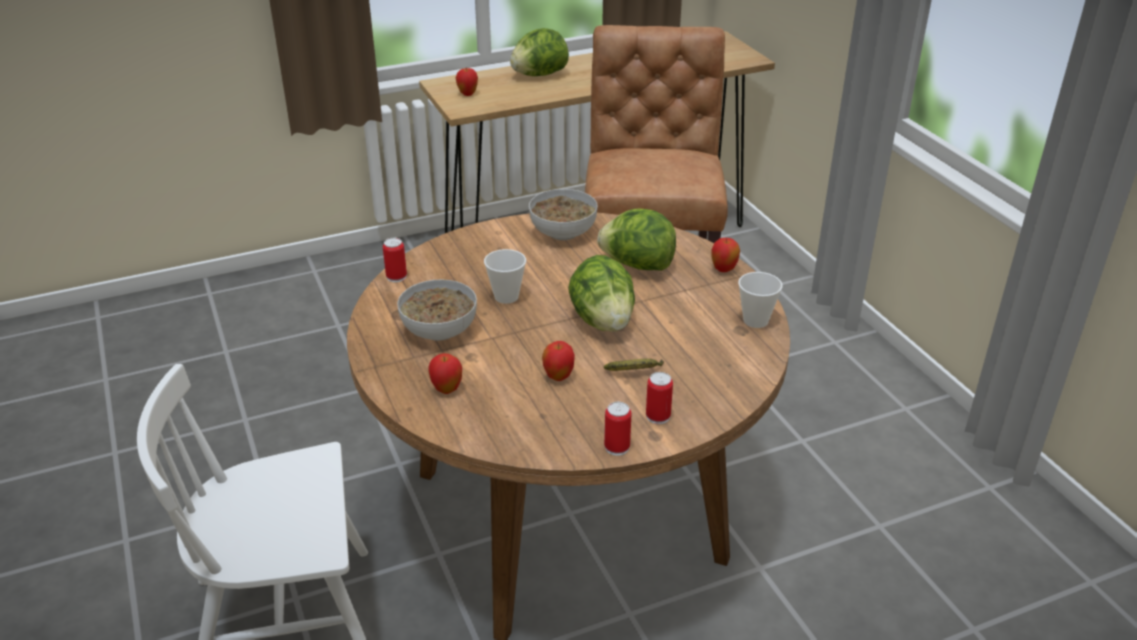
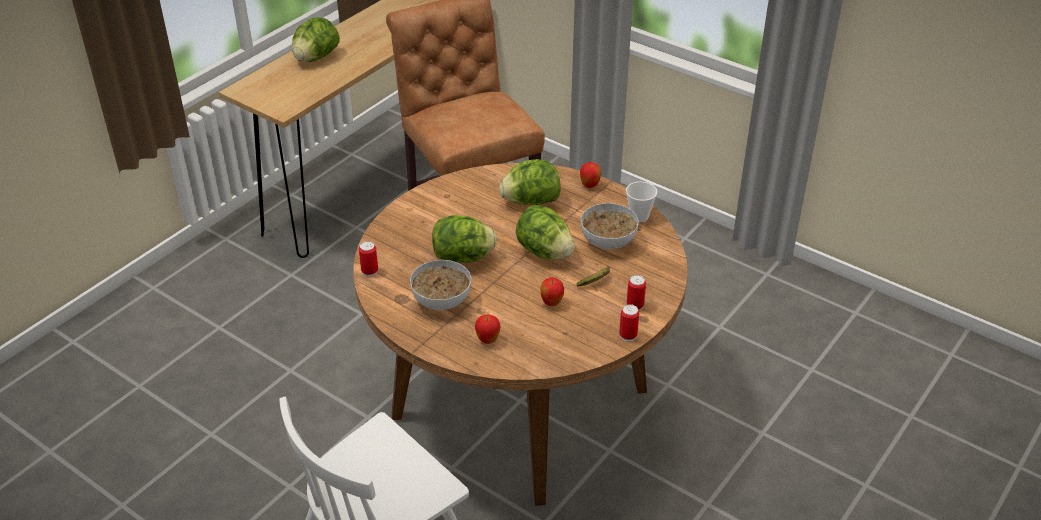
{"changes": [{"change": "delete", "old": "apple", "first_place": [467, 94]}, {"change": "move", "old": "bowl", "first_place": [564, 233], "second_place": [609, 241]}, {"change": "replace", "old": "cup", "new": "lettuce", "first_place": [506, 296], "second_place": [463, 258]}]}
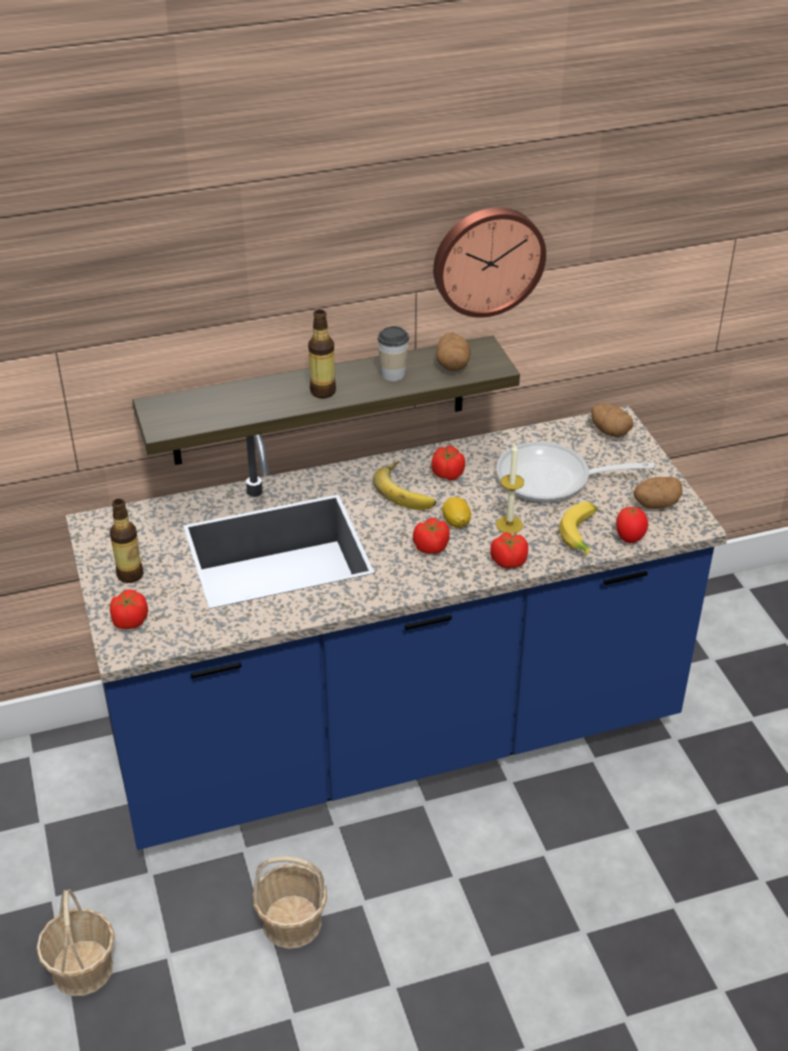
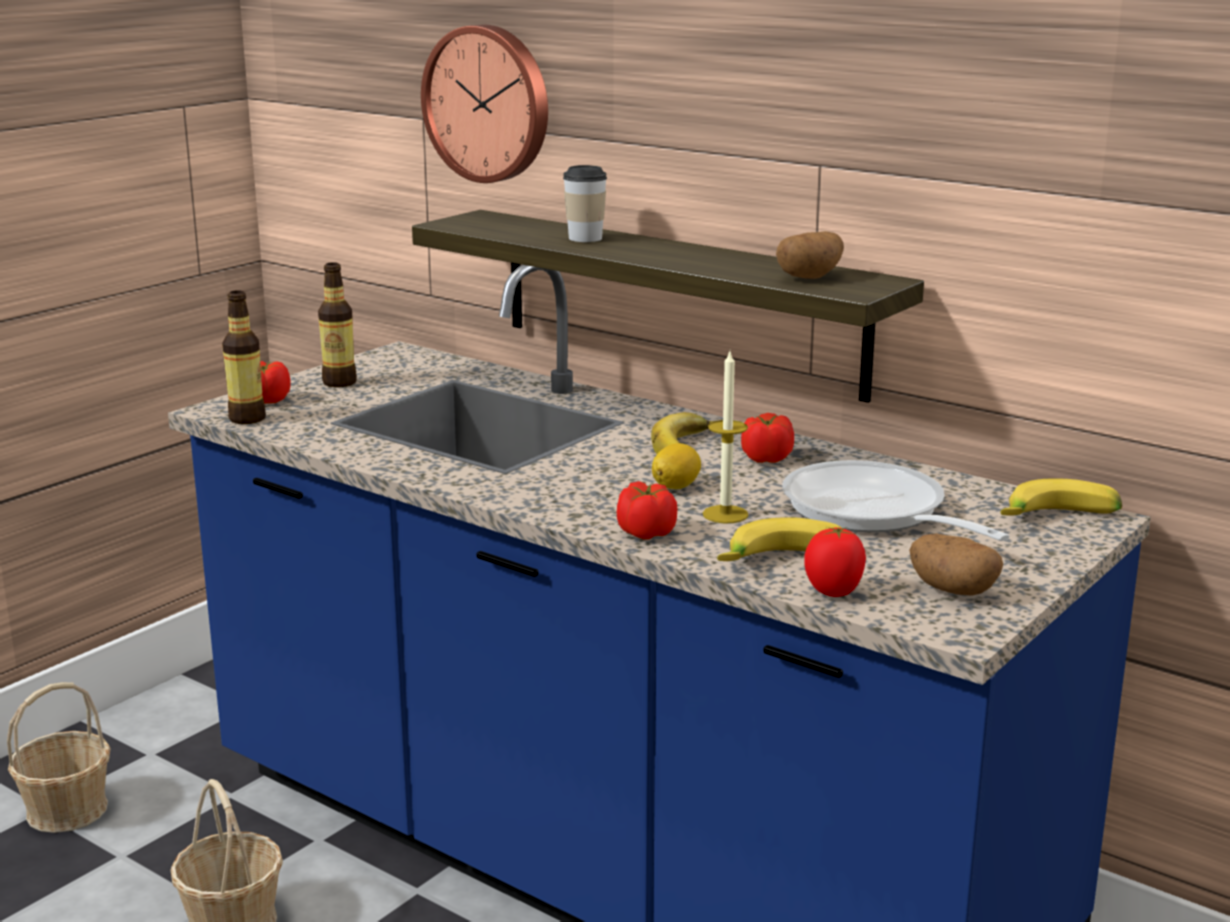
{"changes": [{"change": "delete", "old": "tomato", "first_place": [431, 547]}, {"change": "move", "old": "bottle", "first_place": [323, 391], "second_place": [247, 419]}, {"change": "move", "old": "cup", "first_place": [393, 374], "second_place": [585, 238]}, {"change": "move", "old": "wall clock", "first_place": [487, 260], "second_place": [489, 103]}, {"change": "replace", "old": "potato", "new": "banana", "first_place": [609, 431], "second_place": [1059, 519]}]}
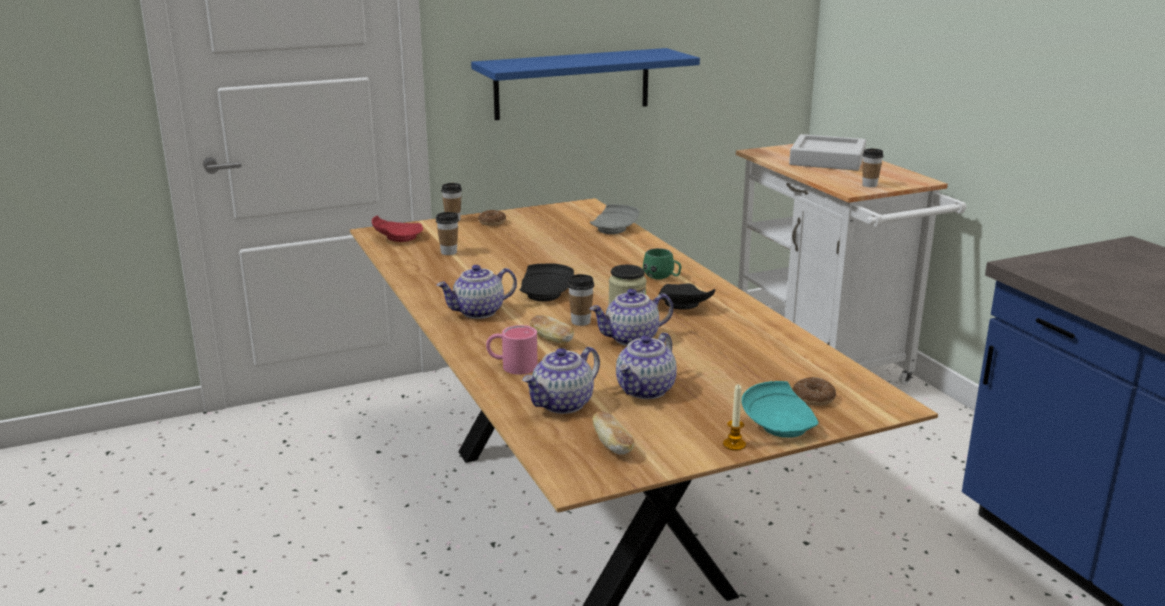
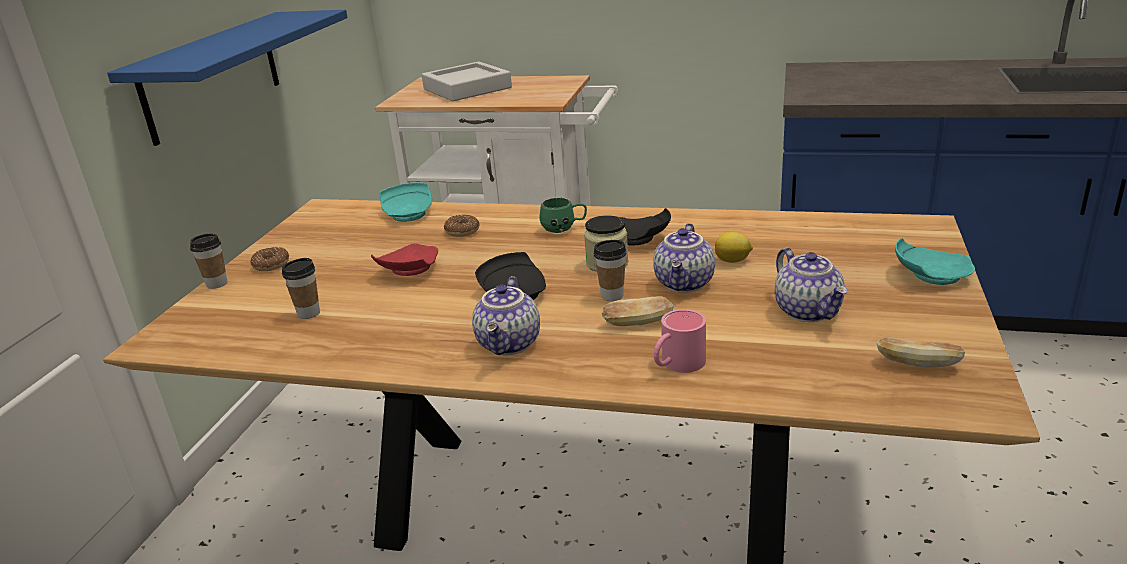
{"changes": [{"change": "delete", "old": "teapot", "first_place": [563, 404]}, {"change": "delete", "old": "candle", "first_place": [734, 445]}, {"change": "delete", "old": "cup", "first_place": [869, 185]}, {"change": "insert", "new": "lemon", "second_place": [733, 261]}, {"change": "move", "old": "red plate", "first_place": [397, 238], "second_place": [408, 270]}, {"change": "move", "old": "donut", "first_place": [813, 398], "second_place": [462, 231]}, {"change": "recolor", "old": "grey plate", "new": "turquoise plate", "first_place": [614, 229], "second_place": [409, 213]}]}
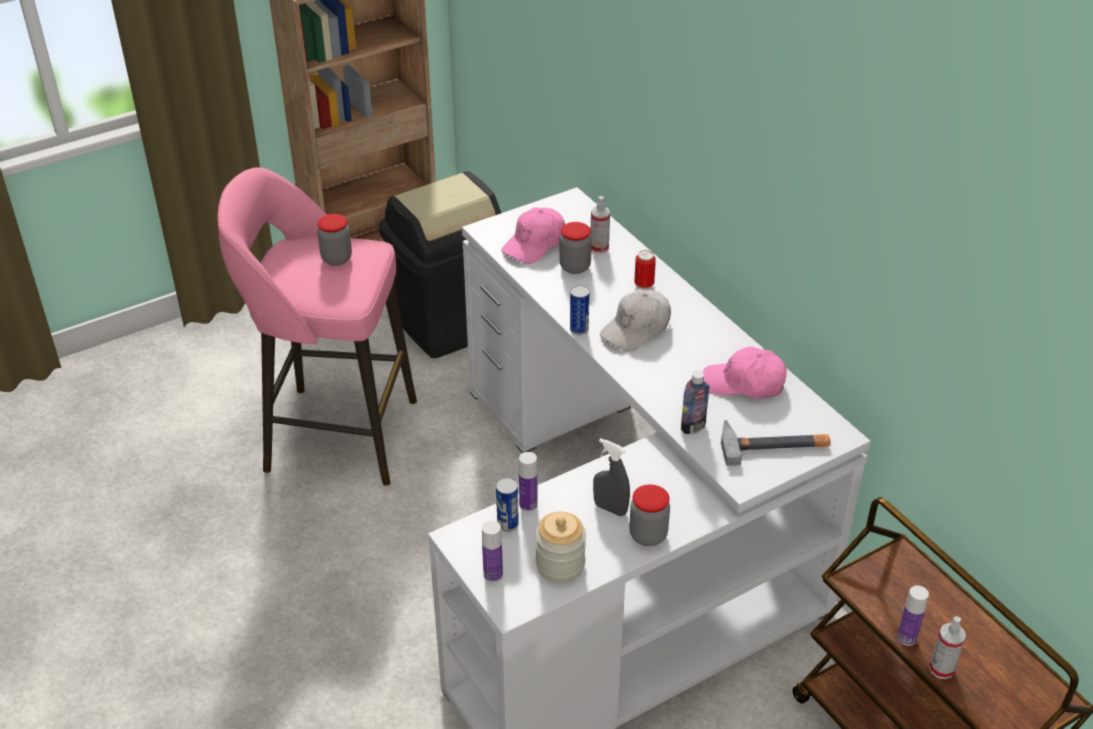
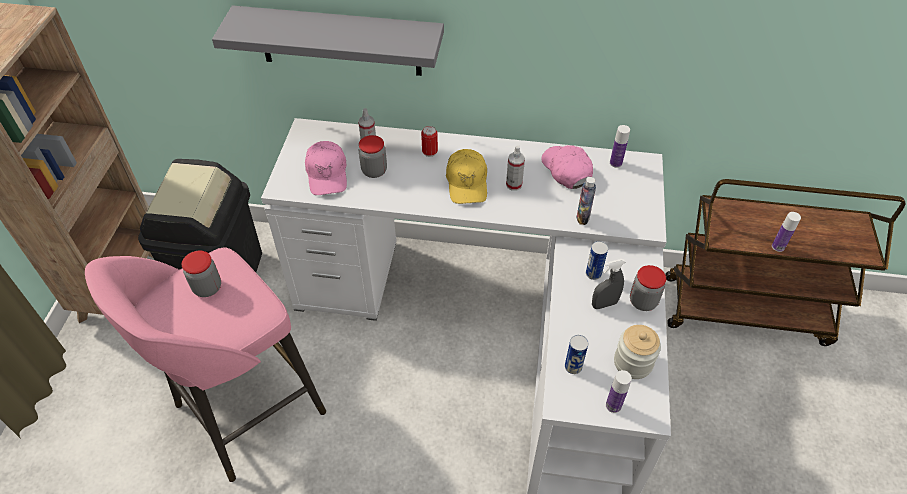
{"changes": [{"change": "delete", "old": "hammer", "first_place": [774, 444]}, {"change": "insert", "new": "grey shelf", "second_place": [340, 41]}, {"change": "move", "old": "bottle", "first_place": [528, 505], "second_place": [615, 163]}, {"change": "move", "old": "can", "first_place": [579, 329], "second_place": [593, 274]}, {"change": "move", "old": "spray bottle", "first_place": [941, 669], "second_place": [514, 185]}, {"change": "recolor", "old": "white cap", "new": "yellow cap", "first_place": [636, 329], "second_place": [467, 183]}, {"change": "rotate", "old": "pink cap", "first_place": [744, 383], "second_place": [566, 170], "degrees": 105}]}
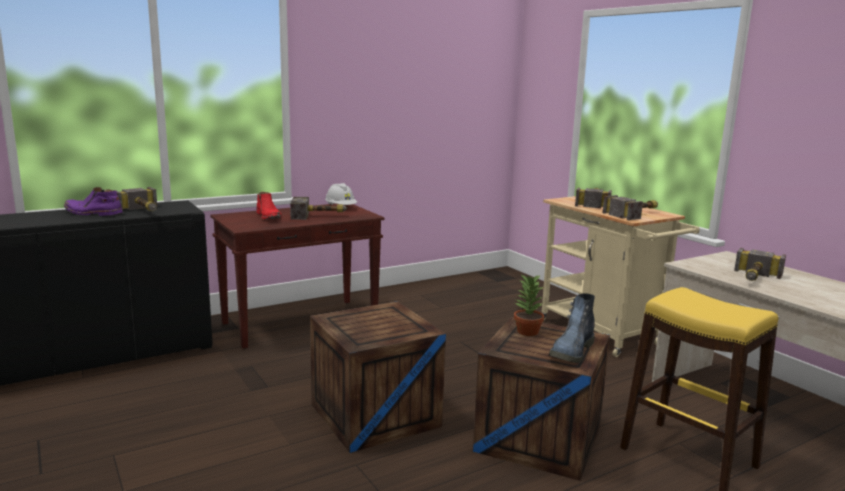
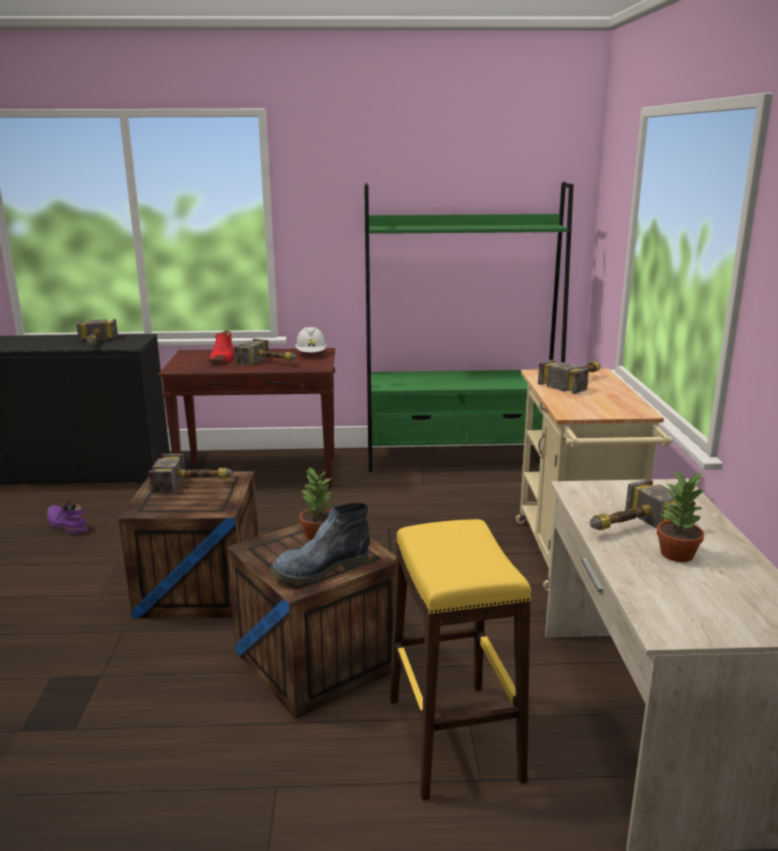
{"changes": [{"change": "insert", "new": "green bookcase", "second_place": [461, 458]}, {"change": "insert", "new": "potted plant", "second_place": [677, 554]}, {"change": "move", "old": "purple boot", "first_place": [92, 213], "second_place": [66, 525]}, {"change": "move", "old": "hammer", "first_place": [636, 214], "second_place": [196, 483]}]}
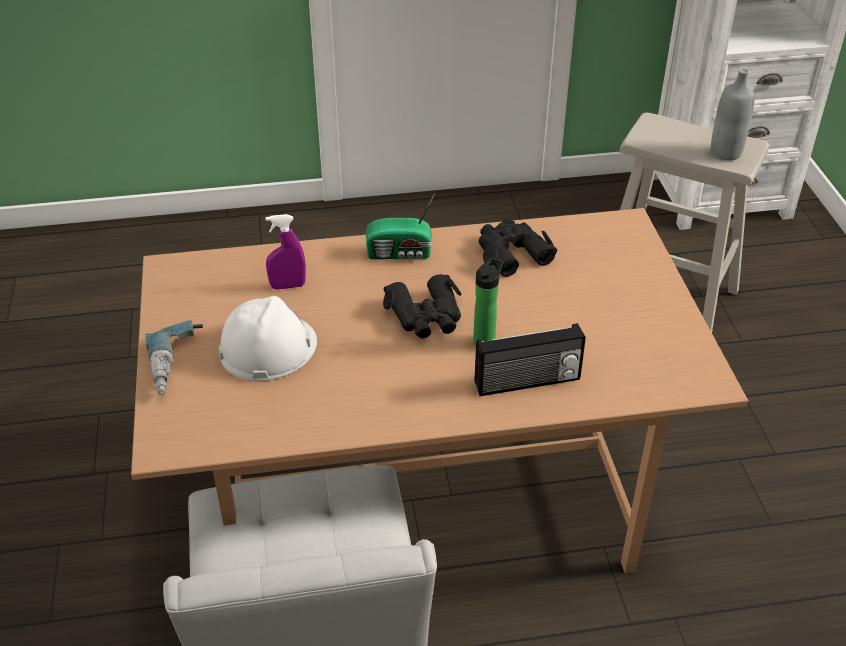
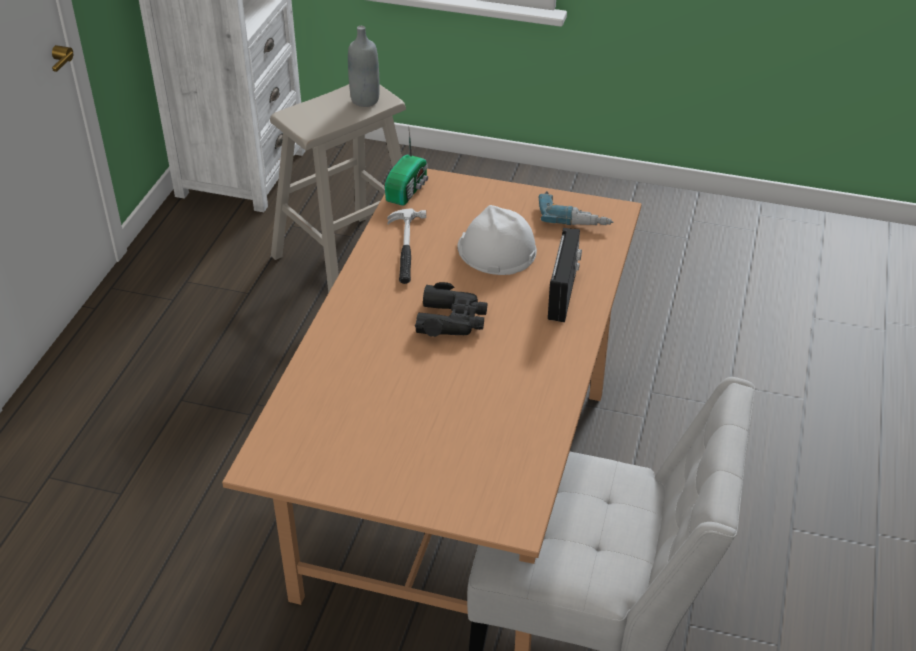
{"changes": [{"change": "delete", "old": "purple spray bottle", "first_place": [288, 286]}, {"change": "delete", "old": "bottle", "first_place": [485, 340]}, {"change": "move", "old": "power drill", "first_place": [179, 365], "second_place": [574, 216]}, {"change": "move", "old": "white hard hat", "first_place": [267, 347], "second_place": [496, 249]}, {"change": "move", "old": "radio", "first_place": [401, 253], "second_place": [408, 189]}, {"change": "replace", "old": "black binoculars", "new": "hammer", "first_place": [511, 253], "second_place": [405, 248]}]}
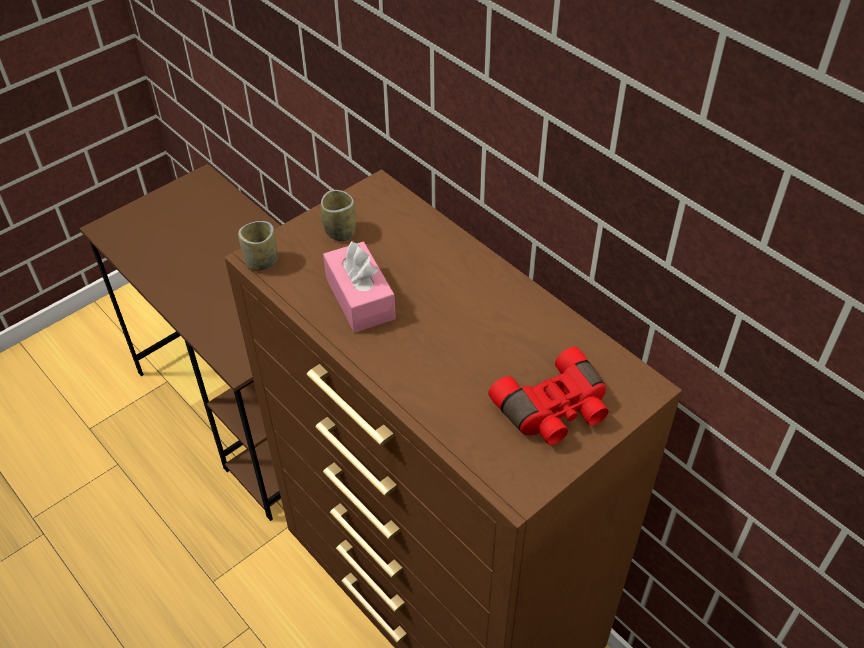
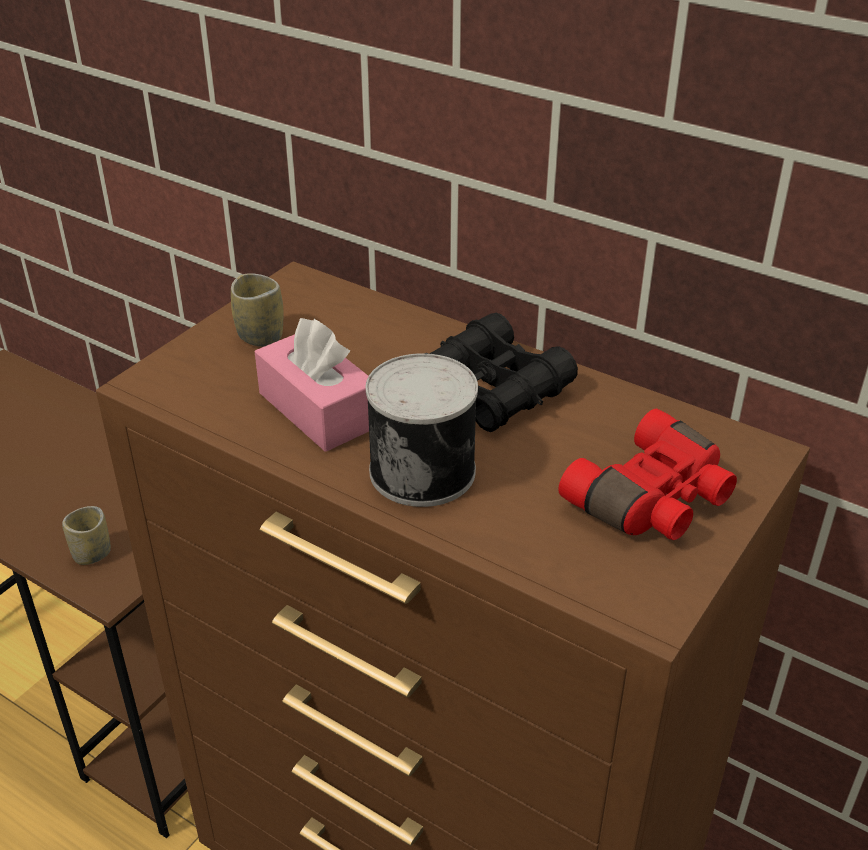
{"changes": [{"change": "insert", "new": "can", "second_place": [424, 469]}, {"change": "insert", "new": "black binoculars", "second_place": [491, 388]}, {"change": "move", "old": "cup", "first_place": [261, 262], "second_place": [92, 554]}]}
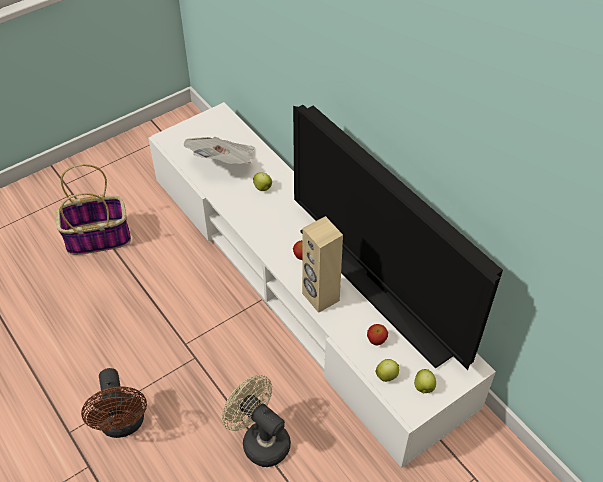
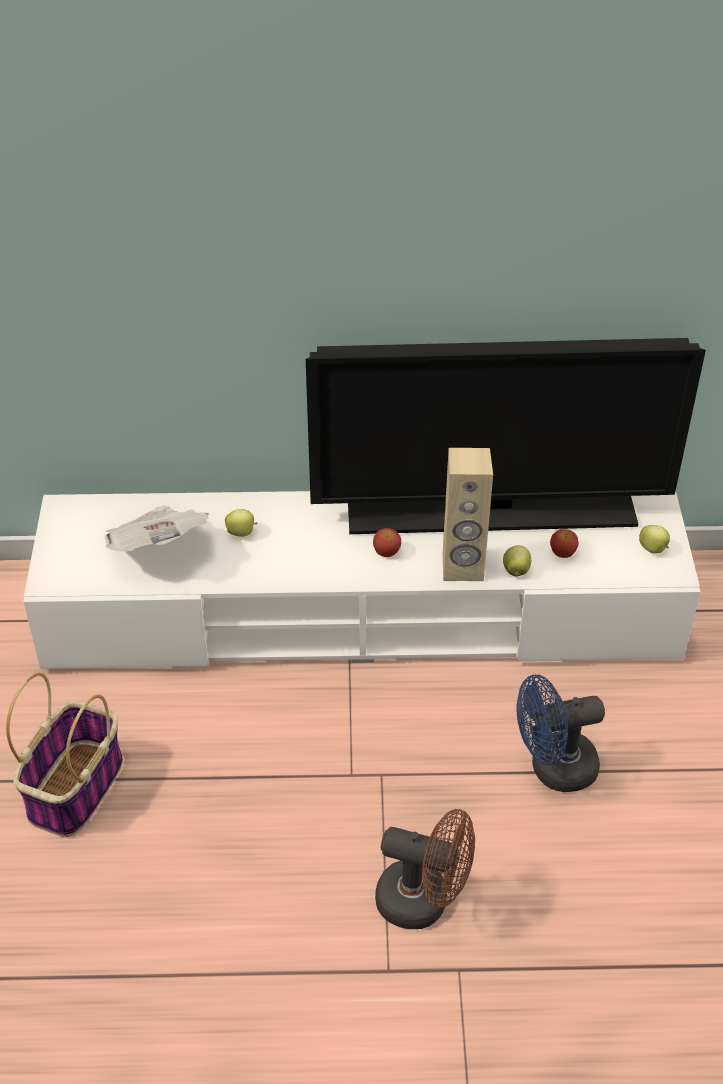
{"changes": [{"change": "move", "old": "apple", "first_place": [387, 375], "second_place": [516, 570]}, {"change": "recolor", "old": "beige fan", "new": "blue fan", "first_place": [260, 440], "second_place": [553, 768]}]}
